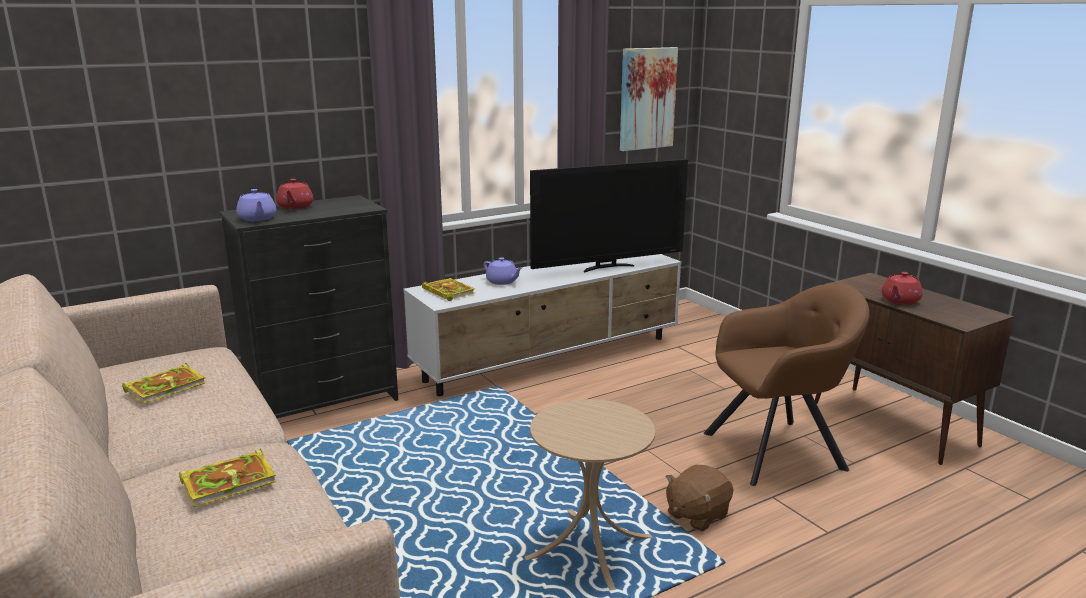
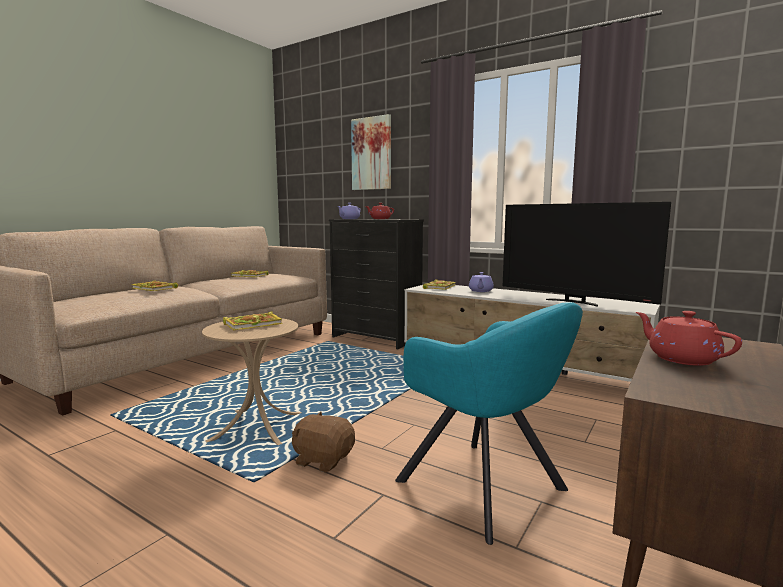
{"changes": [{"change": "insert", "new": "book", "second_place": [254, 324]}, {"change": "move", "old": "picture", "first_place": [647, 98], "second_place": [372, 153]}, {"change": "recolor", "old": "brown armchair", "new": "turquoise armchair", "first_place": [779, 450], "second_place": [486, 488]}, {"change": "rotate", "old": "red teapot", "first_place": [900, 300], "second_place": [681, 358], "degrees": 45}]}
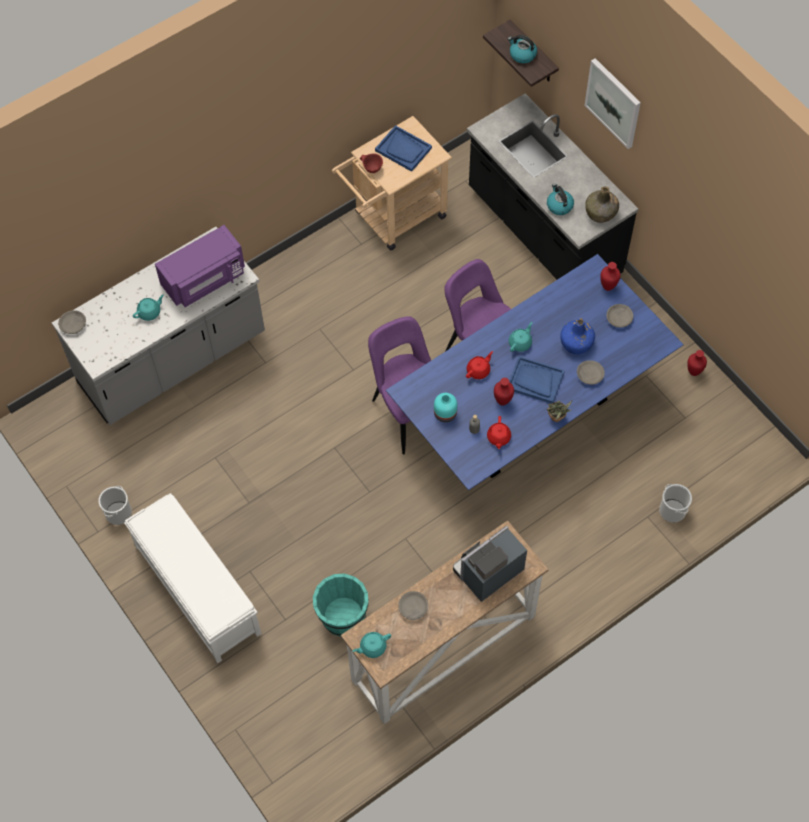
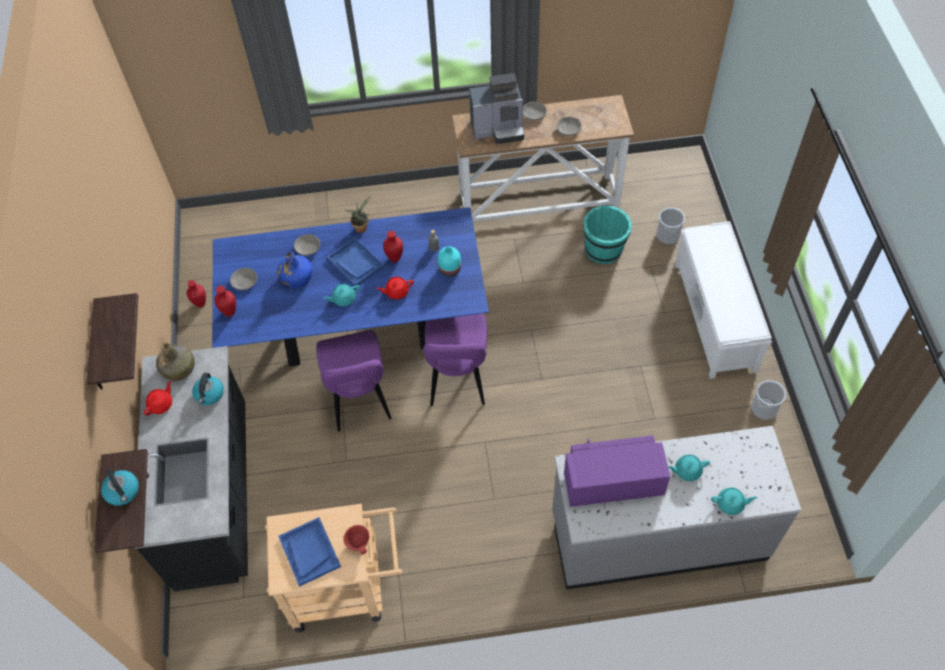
{"changes": [{"change": "move", "old": "grey bowl", "first_place": [73, 325], "second_place": [533, 114]}, {"change": "move", "old": "turquoise teapot", "first_place": [372, 647], "second_place": [730, 504]}, {"change": "move", "old": "red teapot", "first_place": [498, 438], "second_place": [161, 404]}, {"change": "move", "old": "bucket", "first_place": [672, 510], "second_place": [668, 235]}, {"change": "replace", "old": "picture", "new": "shelf", "first_place": [613, 102], "second_place": [96, 349]}]}
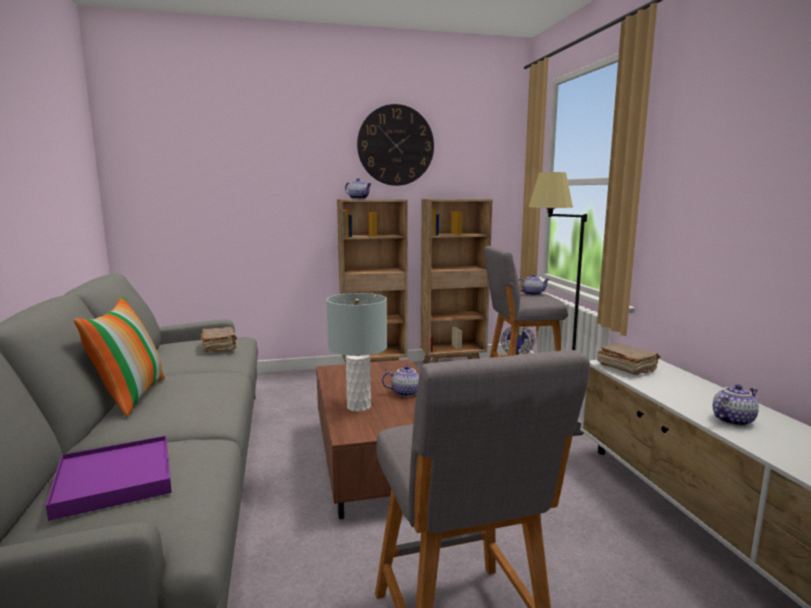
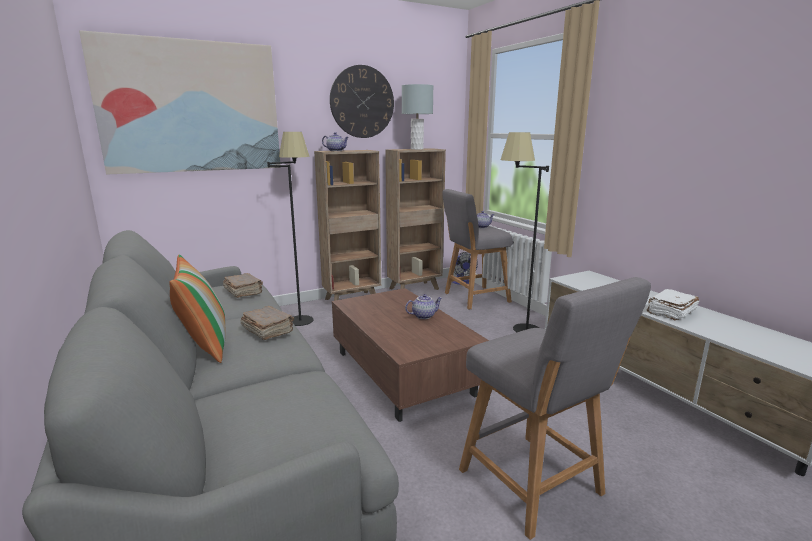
{"changes": [{"change": "delete", "old": "purple tray", "first_place": [114, 480]}, {"change": "insert", "new": "picture", "second_place": [191, 107]}, {"change": "insert", "new": "black floor lamp", "second_place": [302, 316]}, {"change": "move", "old": "grey table lamp", "first_place": [359, 407], "second_place": [417, 149]}, {"change": "move", "old": "brown book", "first_place": [626, 368], "second_place": [268, 331]}, {"change": "replace", "old": "teapot", "new": "white book", "first_place": [732, 420], "second_place": [670, 312]}]}
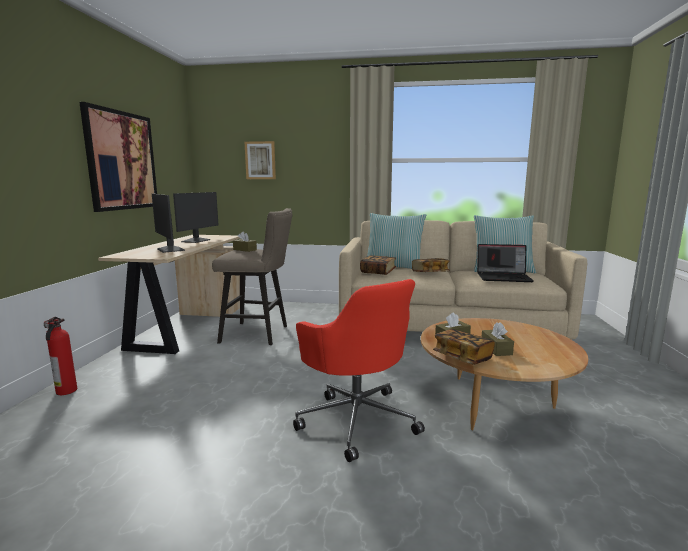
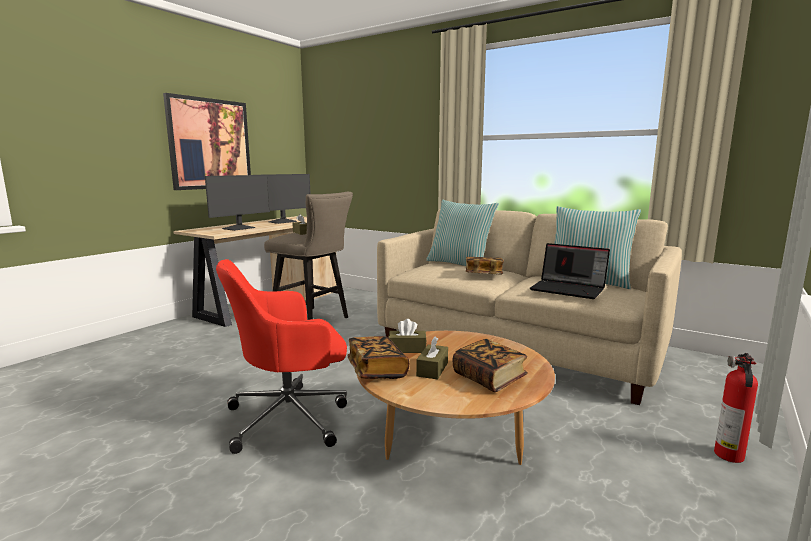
{"changes": [{"change": "delete", "old": "picture", "first_place": [260, 160]}, {"change": "move", "old": "fire extinguisher", "first_place": [65, 391], "second_place": [729, 456]}, {"change": "move", "old": "book", "first_place": [378, 272], "second_place": [489, 378]}, {"change": "rotate", "old": "monitor", "first_place": [170, 250], "second_place": [239, 228], "degrees": -135}, {"change": "rotate", "old": "red office chair", "first_place": [356, 419], "second_place": [291, 417], "degrees": 75}]}
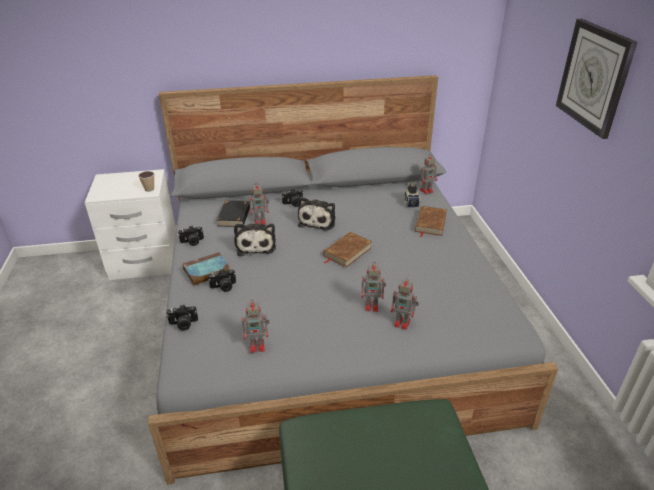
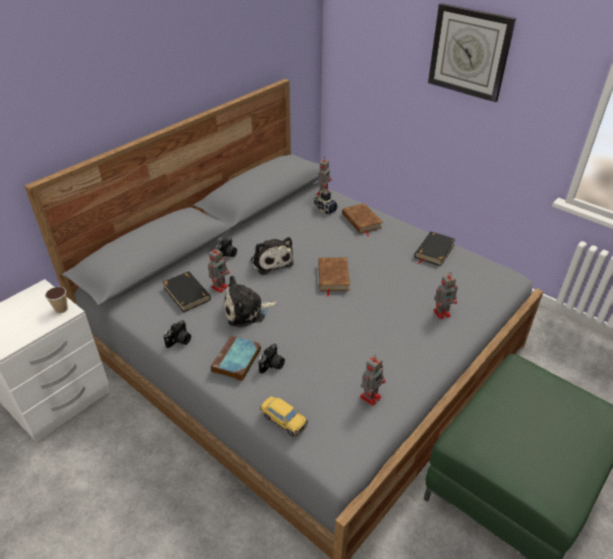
{"changes": [{"change": "delete", "old": "toy robot", "first_place": [372, 306]}, {"change": "insert", "new": "black book", "second_place": [434, 251]}, {"change": "replace", "old": "photo camera", "new": "toy car", "first_place": [183, 324], "second_place": [283, 420]}, {"change": "rotate", "old": "plush toy", "first_place": [255, 245], "second_place": [247, 311], "degrees": 120}]}
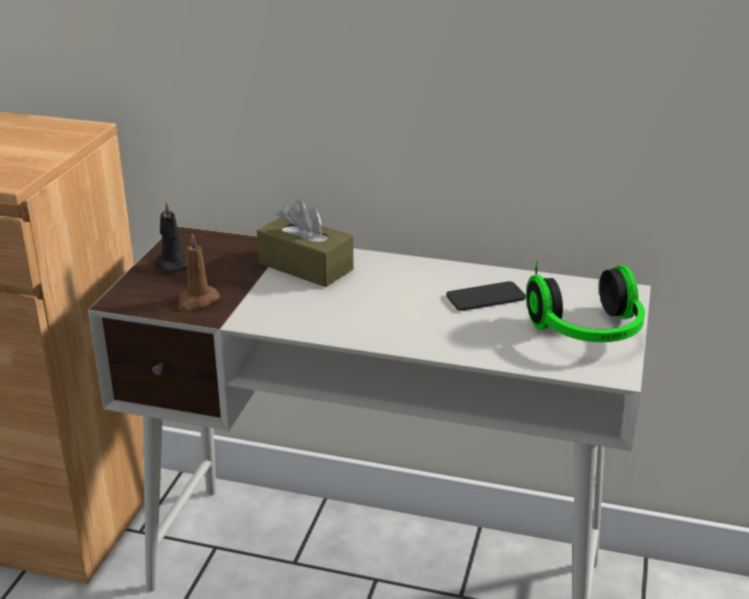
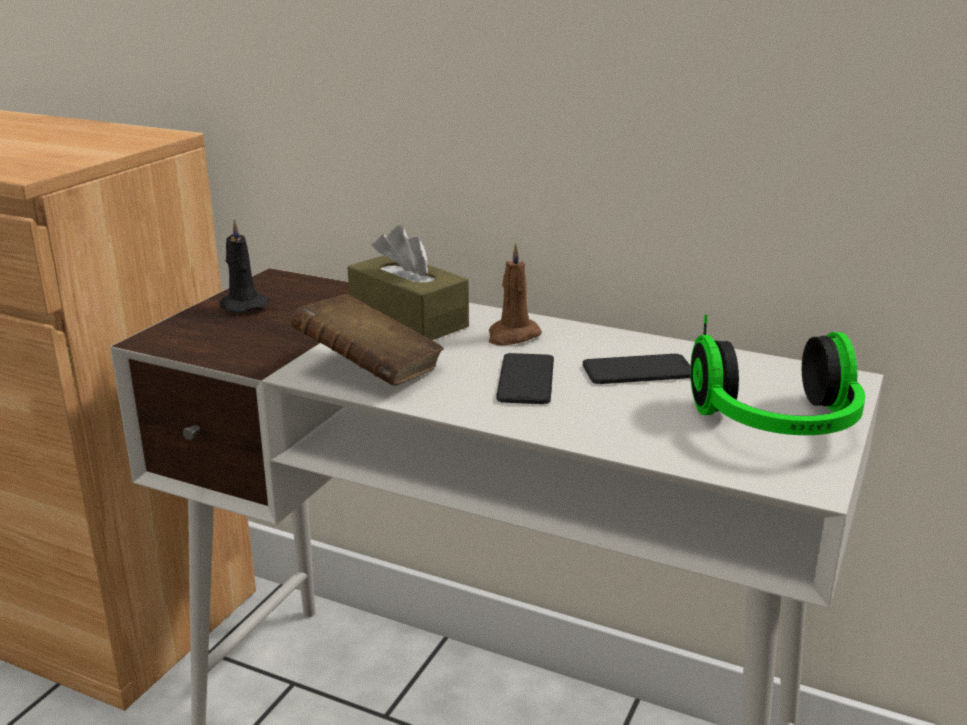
{"changes": [{"change": "insert", "new": "brown book", "second_place": [370, 371]}, {"change": "insert", "new": "phone", "second_place": [526, 380]}, {"change": "move", "old": "brown candle", "first_place": [197, 301], "second_place": [512, 336]}]}
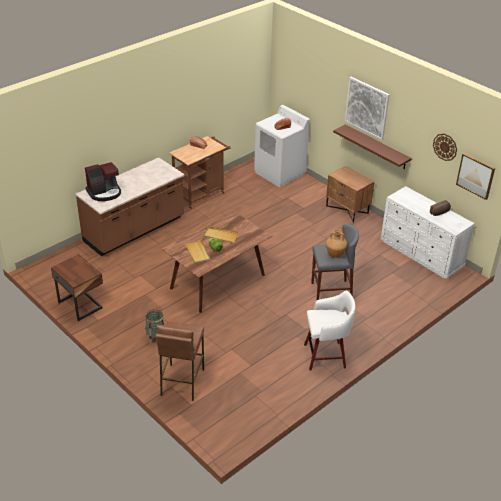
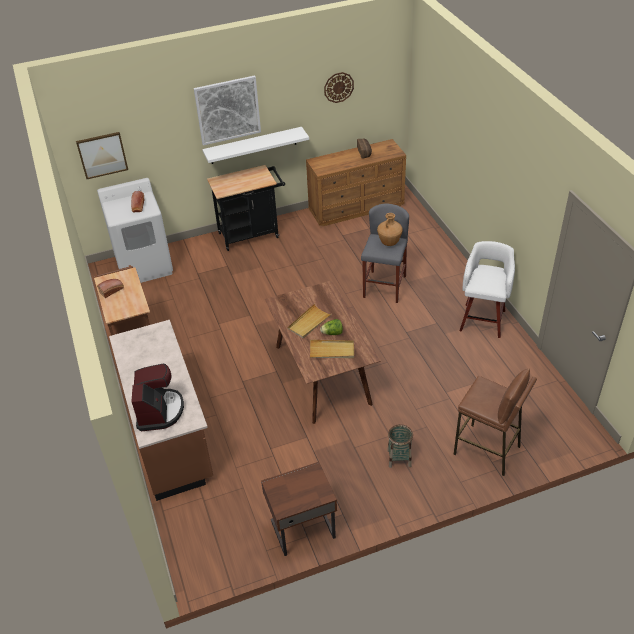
{"changes": [{"change": "move", "old": "picture", "first_place": [475, 176], "second_place": [102, 155]}, {"change": "replace", "old": "brown nightstand", "new": "black cart", "first_place": [347, 209], "second_place": [252, 234]}, {"change": "recolor", "old": "brown shelf", "new": "white shelf", "first_place": [376, 147], "second_place": [253, 145]}, {"change": "recolor", "old": "white dresser", "new": "brown dresser", "first_place": [421, 254], "second_place": [357, 208]}]}
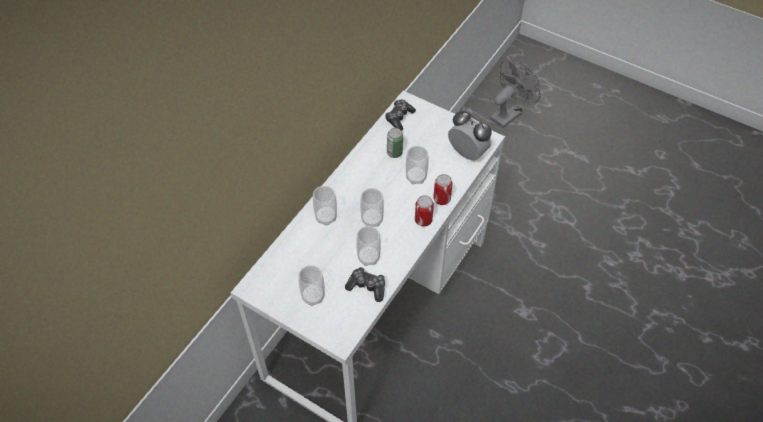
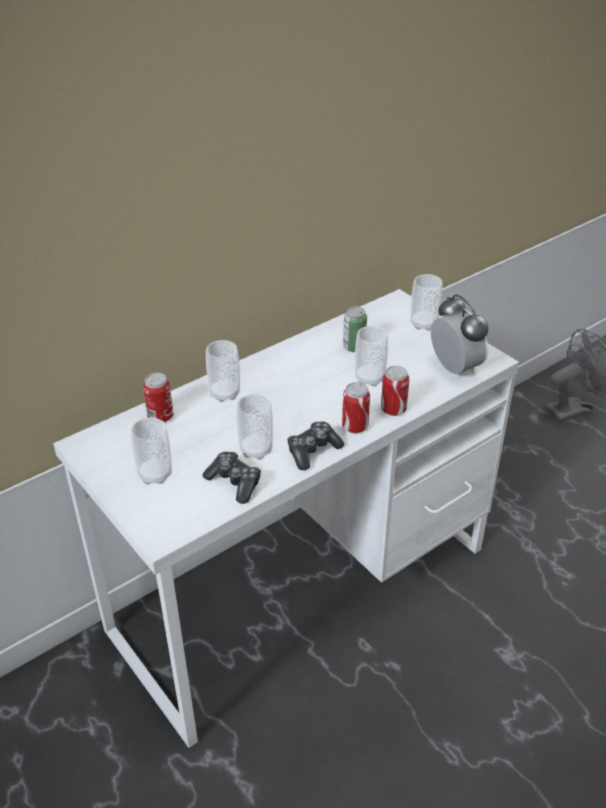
{"changes": [{"change": "insert", "new": "can", "second_place": [160, 417]}, {"change": "move", "old": "cup", "first_place": [372, 219], "second_place": [423, 324]}, {"change": "move", "old": "game controller", "first_place": [399, 118], "second_place": [313, 451]}]}
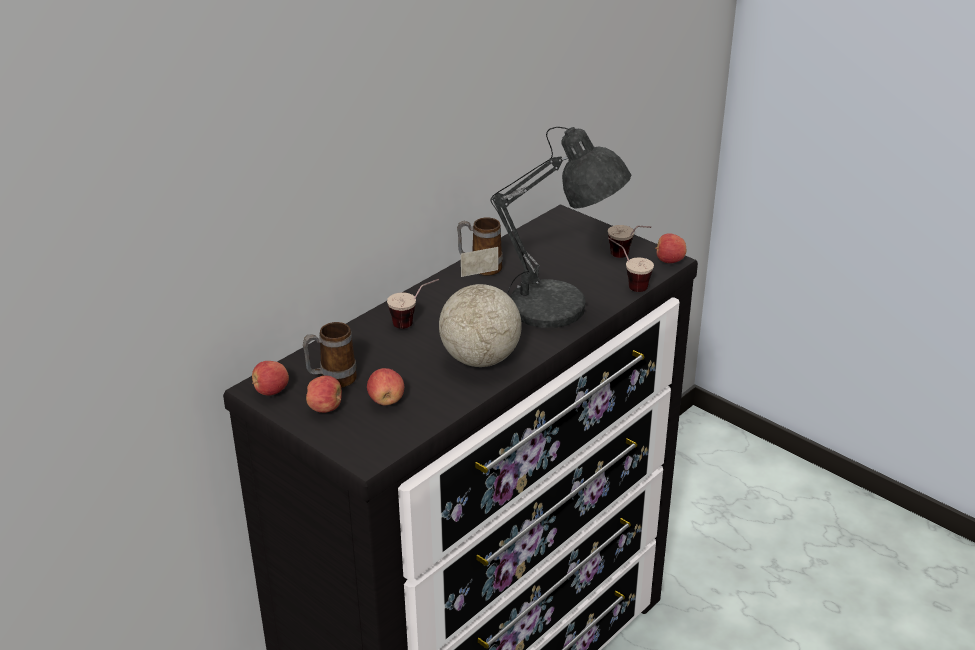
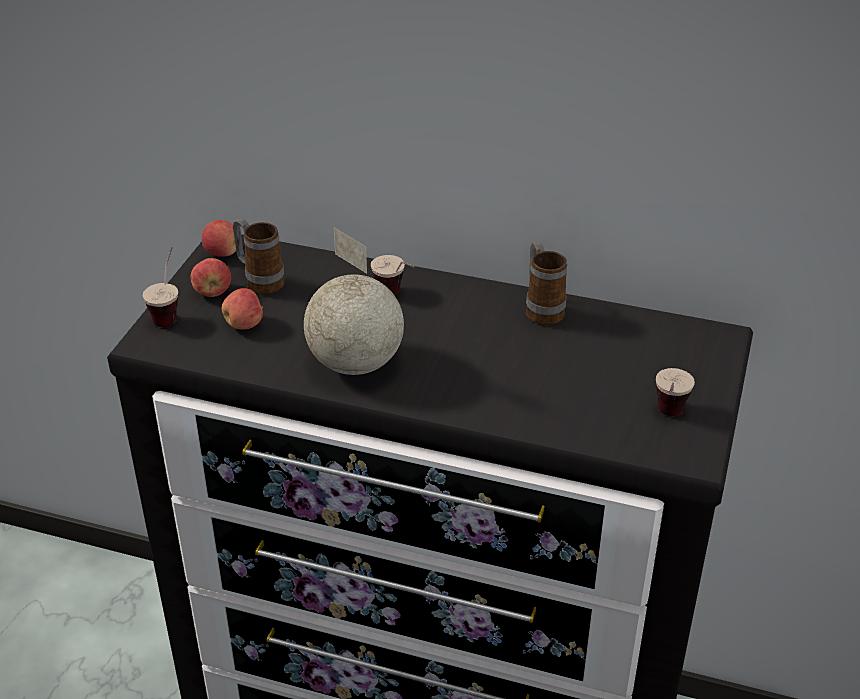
{"changes": [{"change": "delete", "old": "grey table lamp", "first_place": [557, 310]}, {"change": "delete", "old": "apple", "first_place": [669, 261]}, {"change": "move", "old": "cup", "first_place": [628, 284], "second_place": [169, 312]}]}
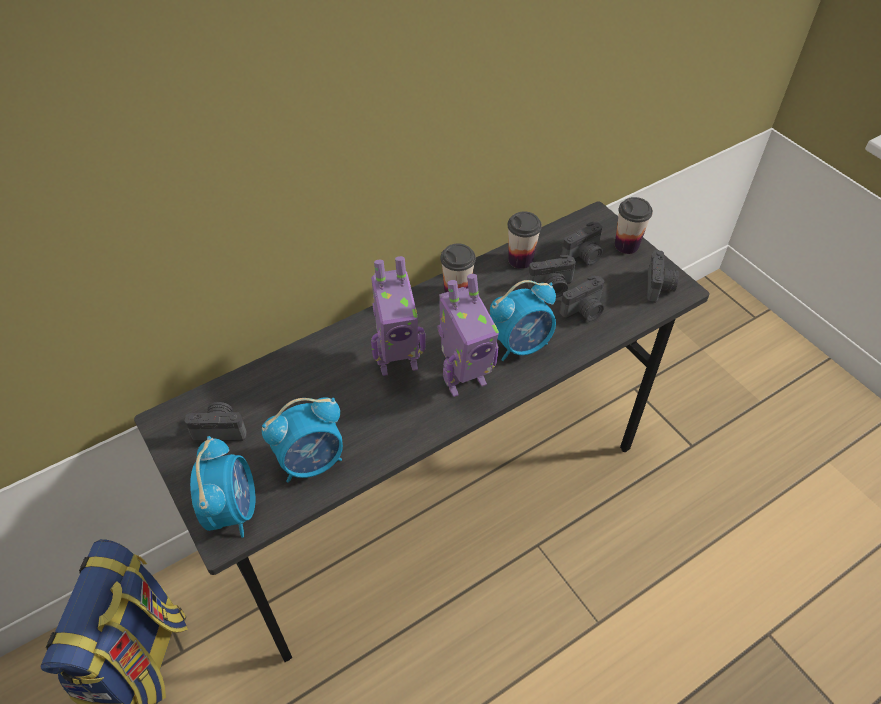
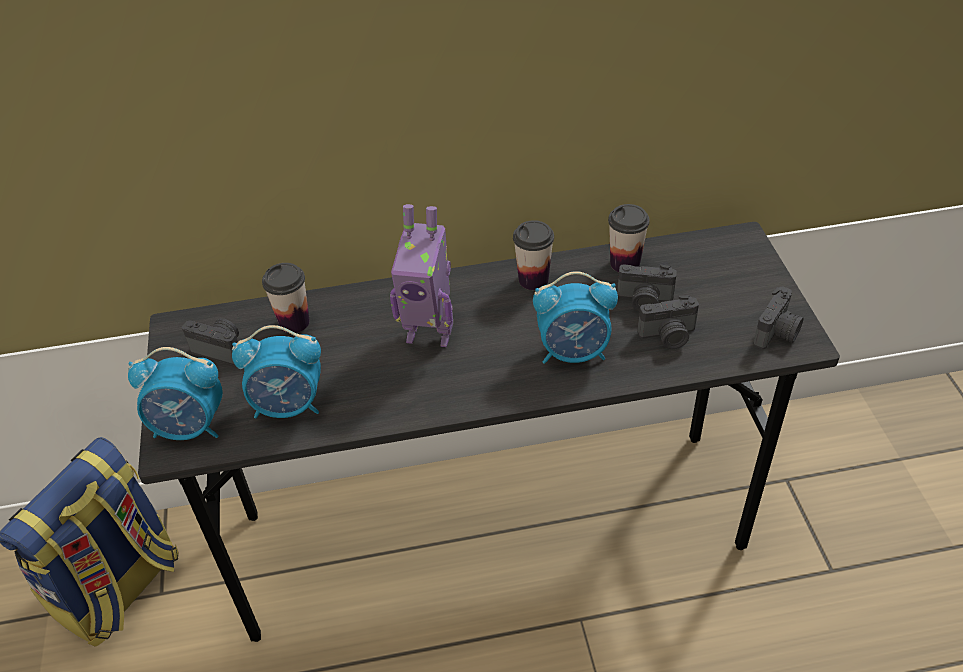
{"changes": [{"change": "delete", "old": "toy robot", "first_place": [464, 380]}, {"change": "delete", "old": "photo camera", "first_place": [584, 256]}, {"change": "move", "old": "cup", "first_place": [626, 245], "second_place": [294, 322]}, {"change": "rotate", "old": "alarm clock", "first_place": [232, 509], "second_place": [190, 427], "degrees": 75}]}
